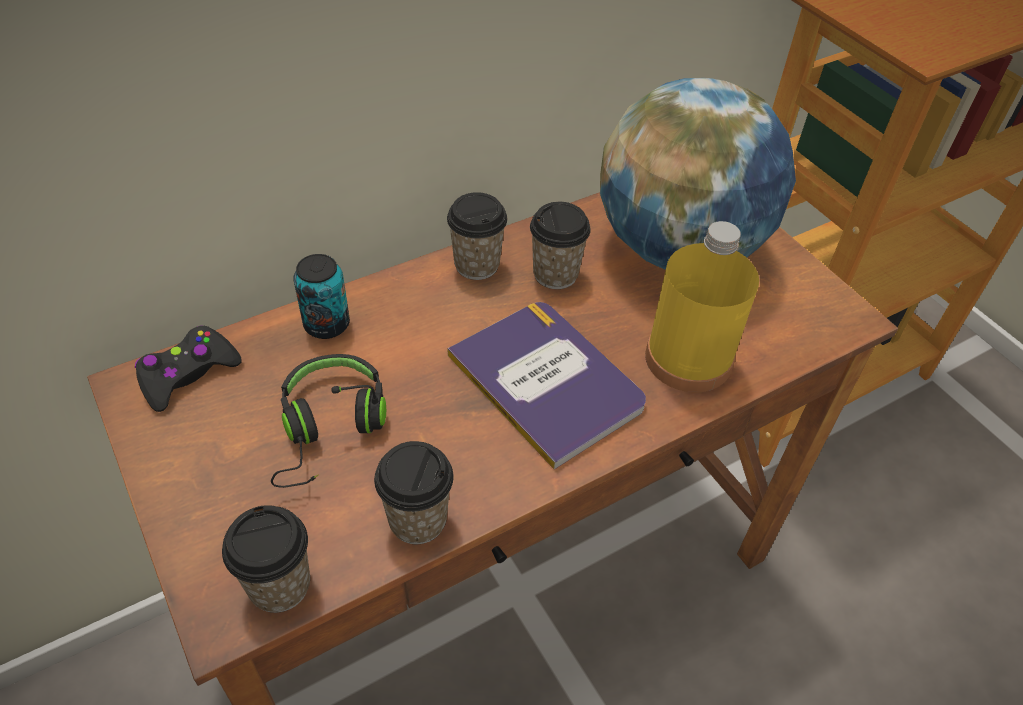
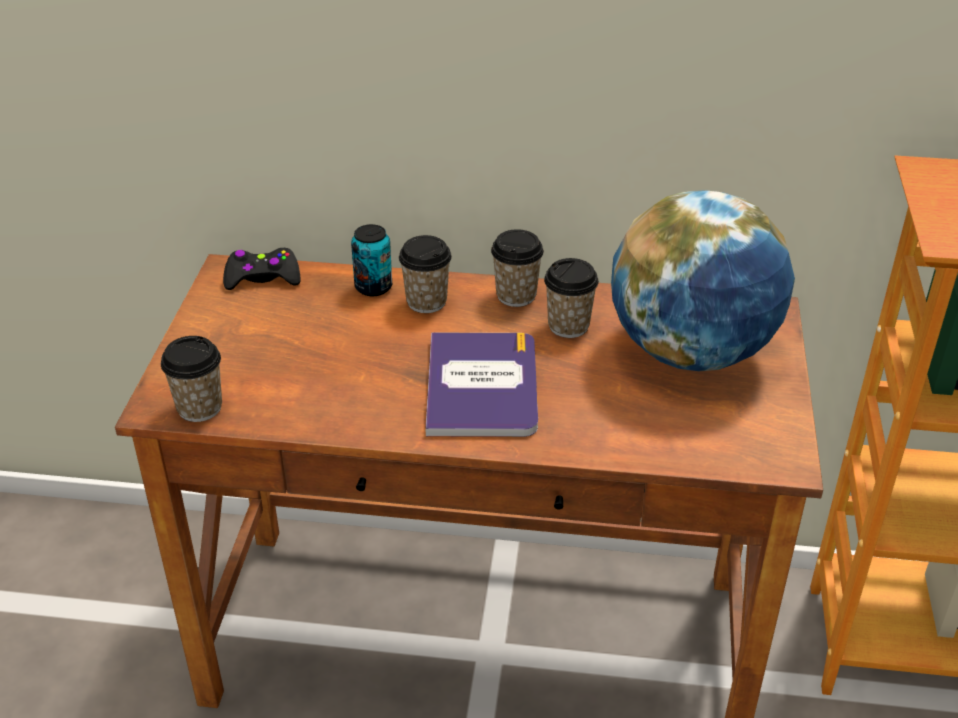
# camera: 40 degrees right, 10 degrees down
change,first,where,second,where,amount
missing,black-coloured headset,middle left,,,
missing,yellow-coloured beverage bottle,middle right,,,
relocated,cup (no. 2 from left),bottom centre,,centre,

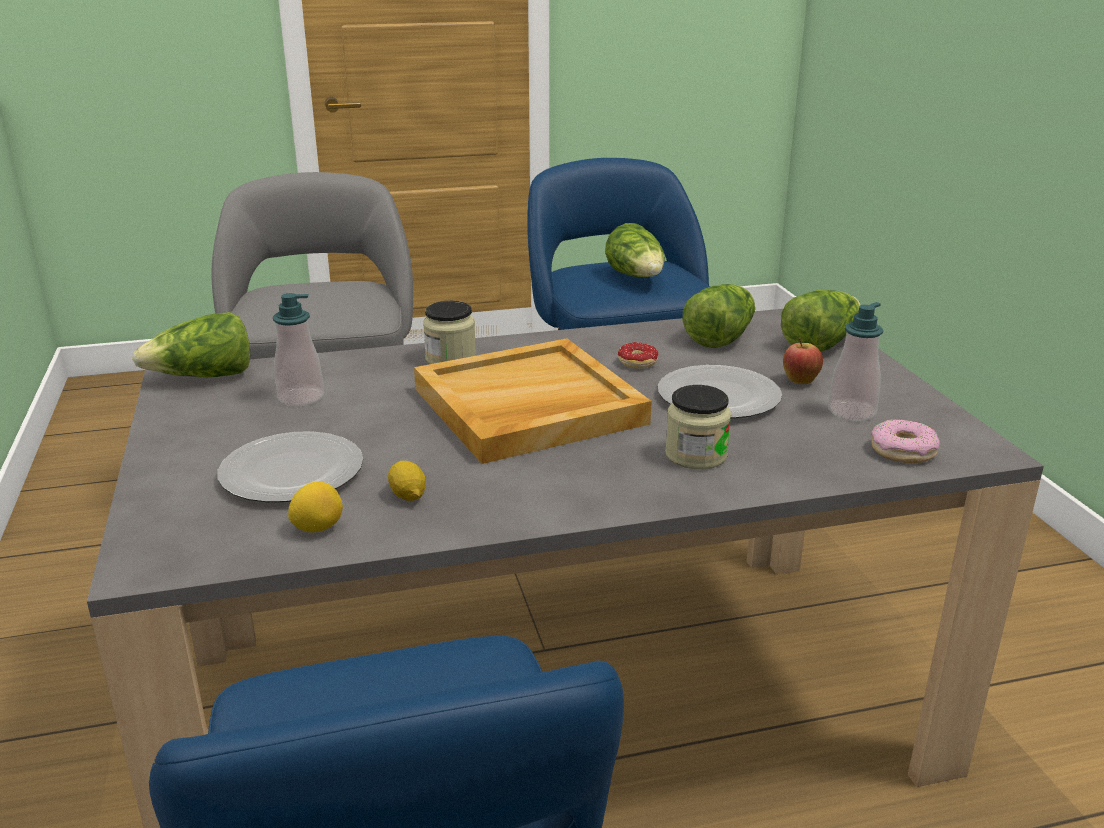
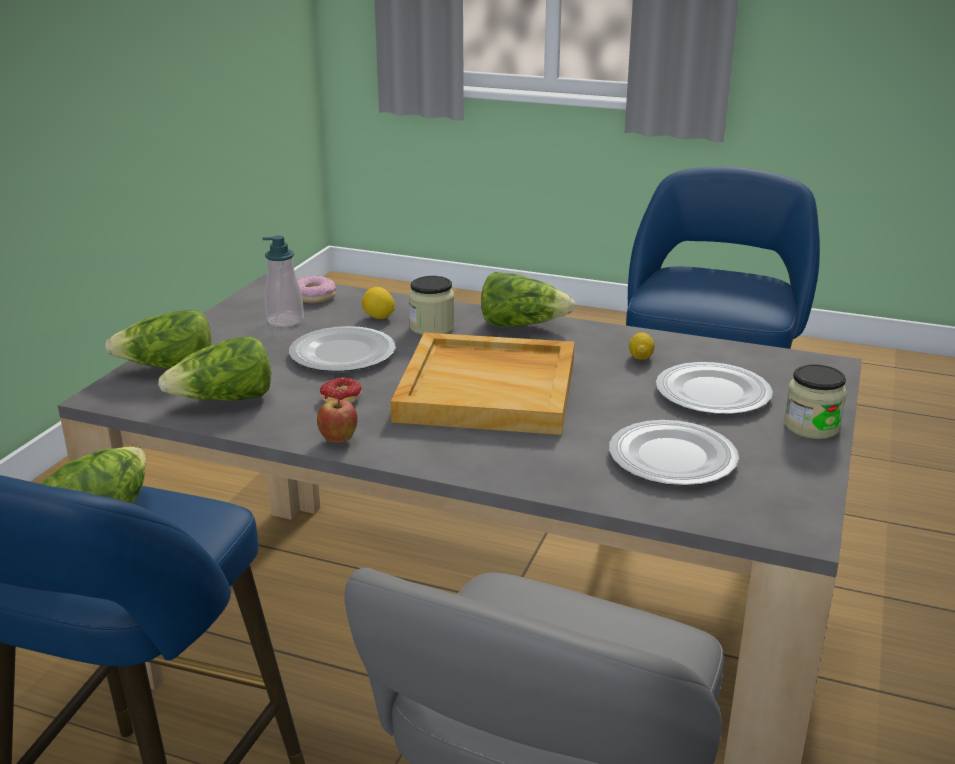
# camera: 145 degrees left, 0 degrees up
change,first,where,second,where,amount
relocated,lettuce head (no. 1 from left in the first image),middle left,lettuce head (no. 4 from left),centre,
relocated,whole lemon (no. 1 from left),middle left,,centre,
relocated,preserve jar (no. 1 from left in the first image),centre,preserve jar (no. 2 from left),middle right,
relocated,whole apple,middle right,,centre,
exchanged,liquid soap bottle (no. 1 from left),middle left,dinner plate (no. 2 from left),middle right,

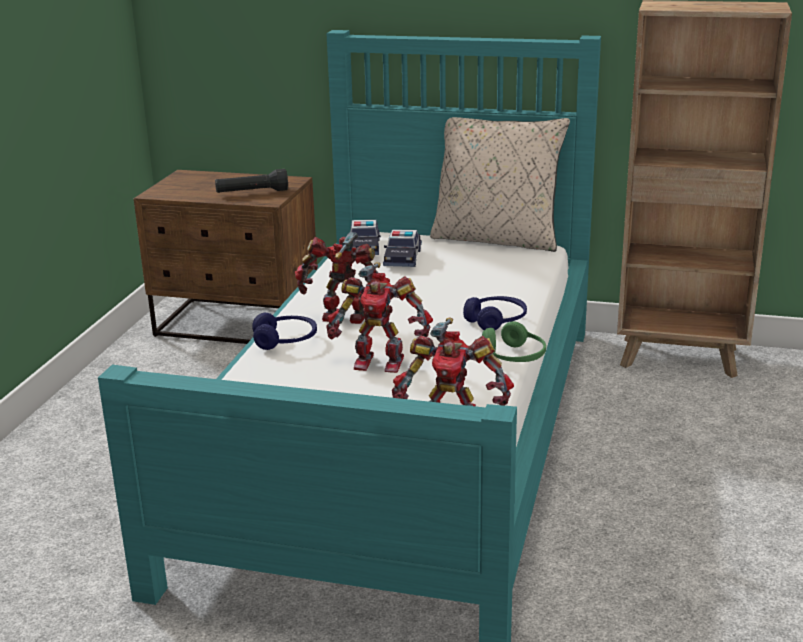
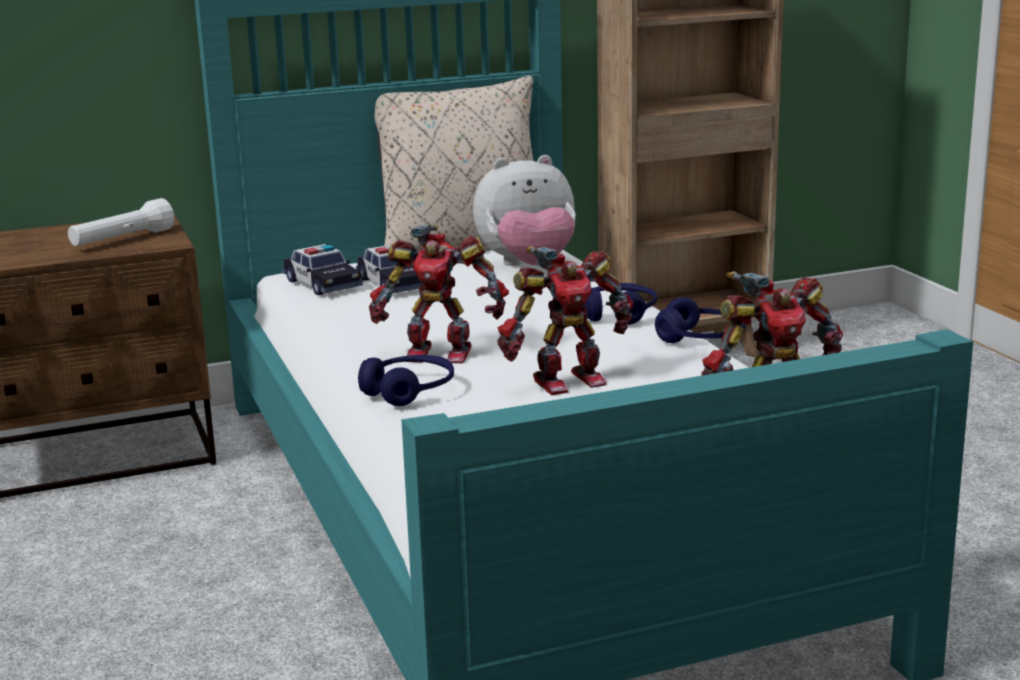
# camera: 35 degrees left, 5 degrees down
change,first,where,second,where,amount
appeared,,,plush toy,top centre,
colour,black-coloured flashlight,top left,whitish flashlight,top left,
colour,green headset,centre,bluish headset (no. 3 from left),middle right,
spun,robot figure (no. 1 from left),centre,,centre,150 degrees counterclockwise

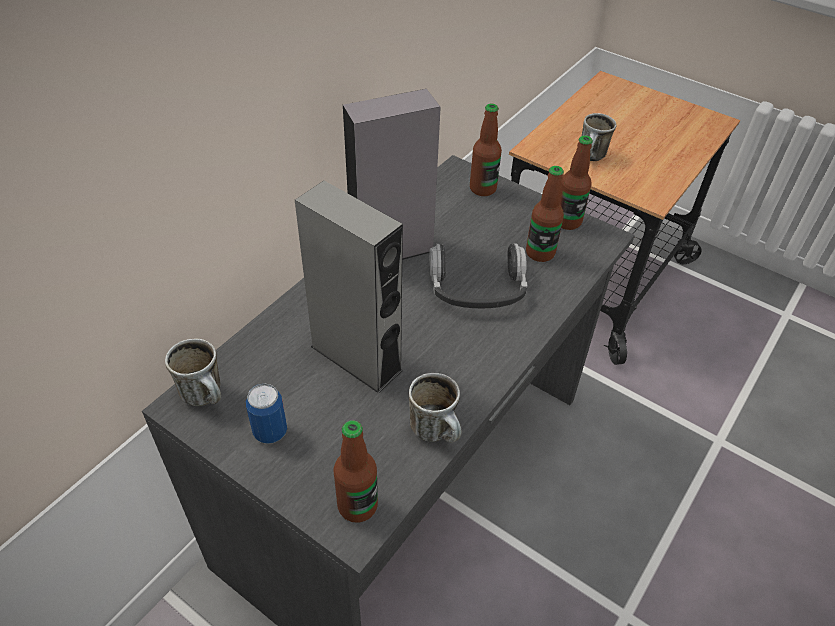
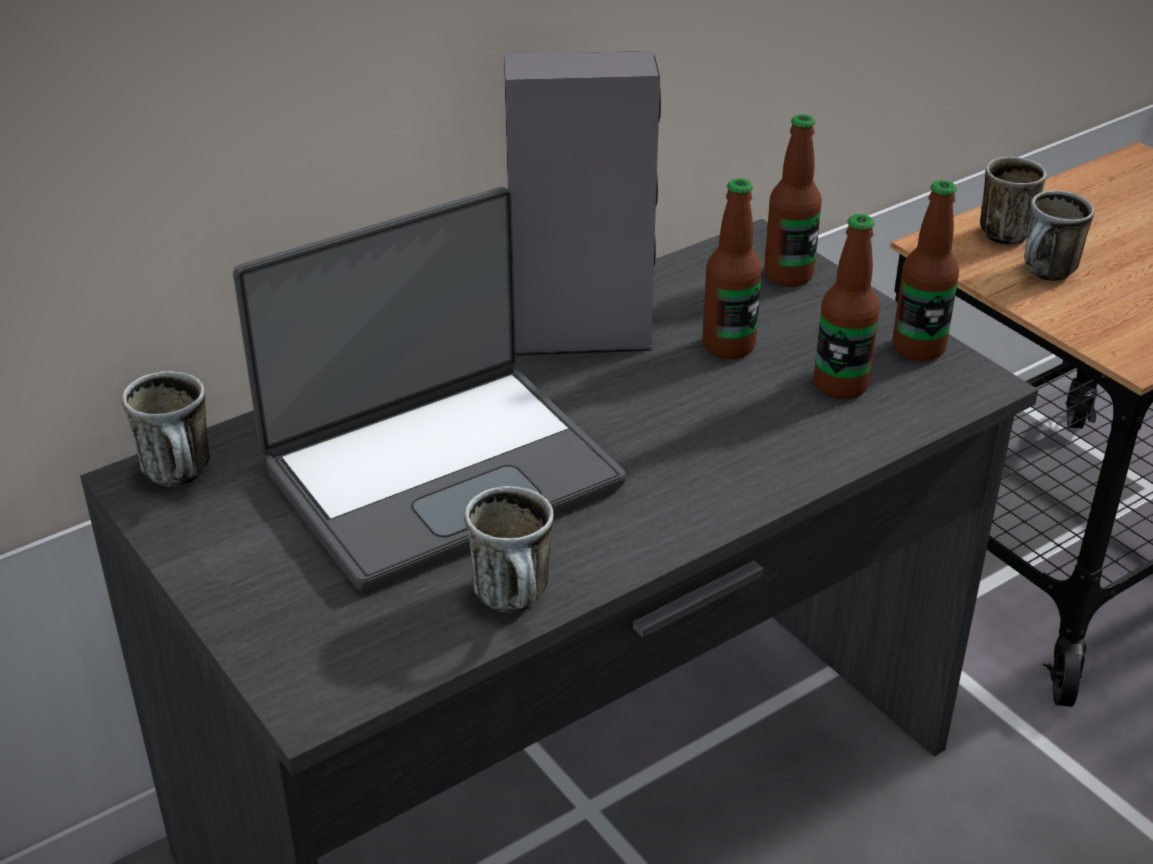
# camera: 20 degrees right, 10 degrees down
change,first,where,second,where,amount
missing,sealed can,middle left,,,
missing,headset,centre,,,
appeared,,,tea mug (no. 3 from left),top right,
relocated,beverage bottle (no. 1 from left),bottom centre,,top centre,
exchanged,gray audio speaker (no. 1 from left),centre,laptop,centre,

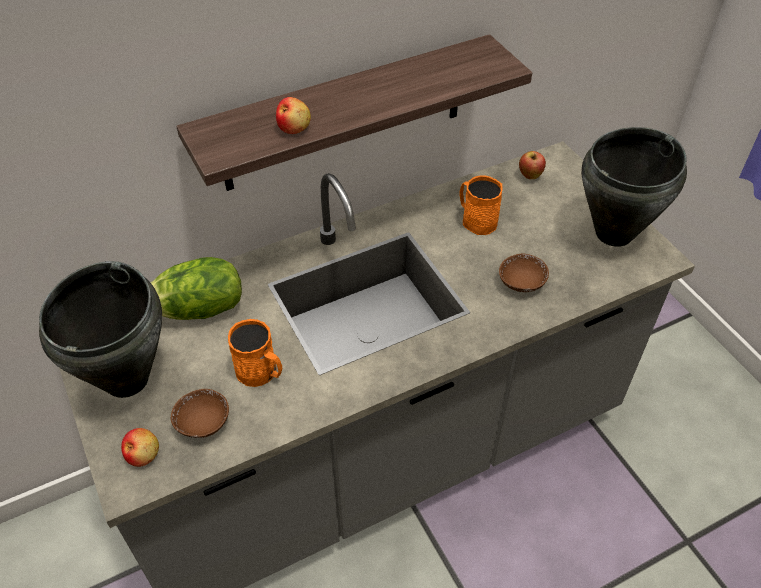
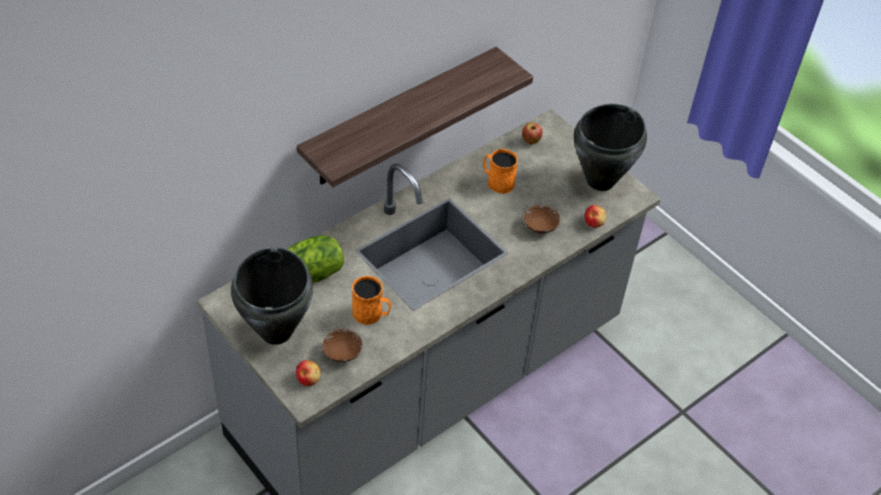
# camera: 15 degrees left, 0 degrees up
change,first,where,second,where,amount
relocated,whole apple (no. 2 from left in the first image),top centre,whole apple (no. 3 from left),middle right,

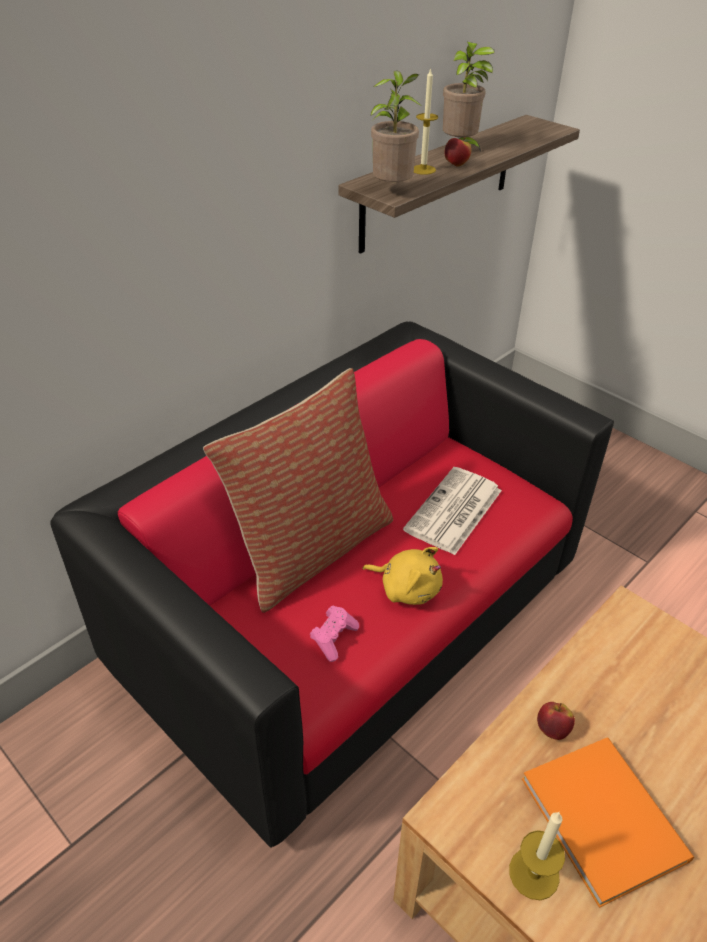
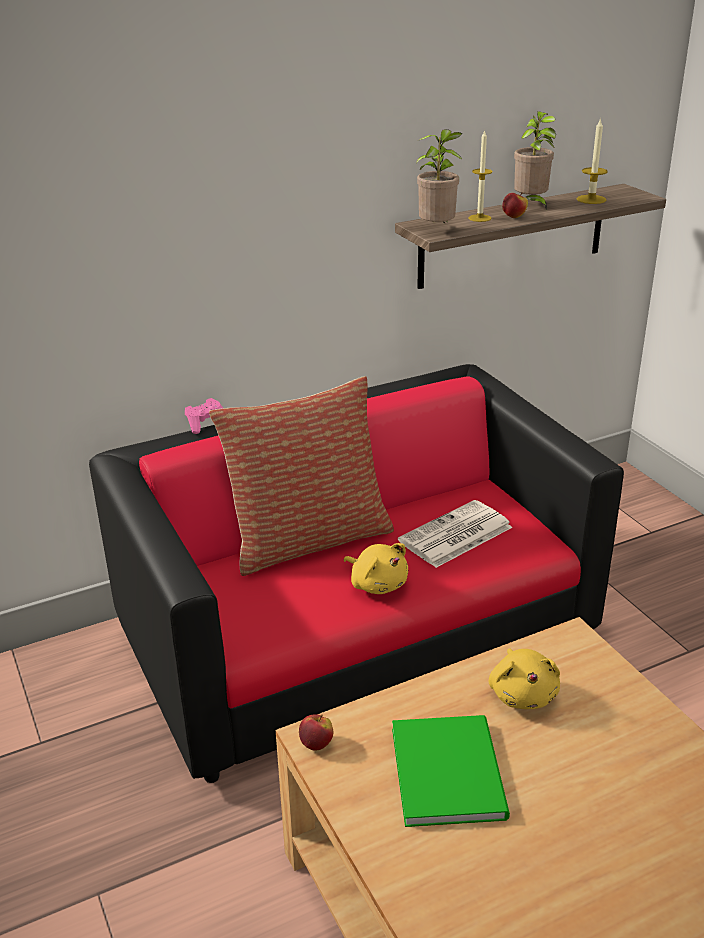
# camera: 20 degrees right, 10 degrees down
change,first,where,second,where,amount
appeared,,,yellow-coloured plush toy (no. 2 from left),bottom right,
relocated,pink joypad,bottom centre,,middle left,
relocated,wax candle (no. 2 from left),bottom right,,top right,
relocated,whole apple (no. 2 from left in the first image),bottom right,whole apple (no. 1 from left),bottom centre,
colour,orange-coloured book,bottom right,green book,bottom centre,

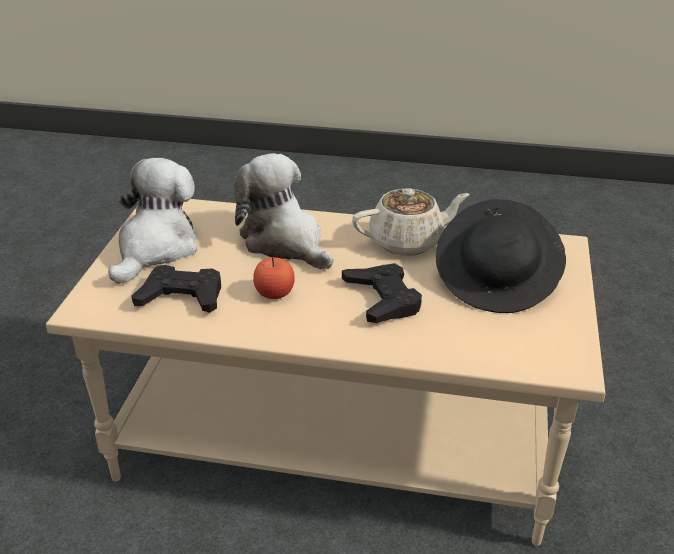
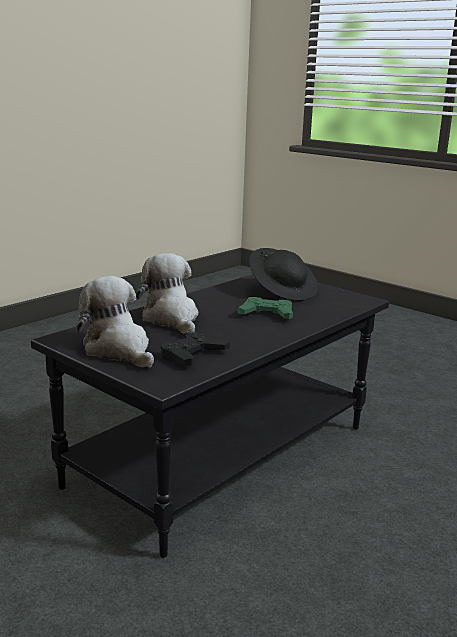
# camera: 60 degrees left, 15 degrees down
change,first,where,second,where,amount
missing,whole apple,centre,,,
missing,sand-coloured teapot,centre,,,
colour,sand-coloured coffee table,bottom centre,black-coloured coffee table,centre,
colour,black-coloured joypad (no. 2 from left),centre,green joypad,centre,
spun,plush toy (no. 2 from left),centre,,centre,75 degrees clockwise

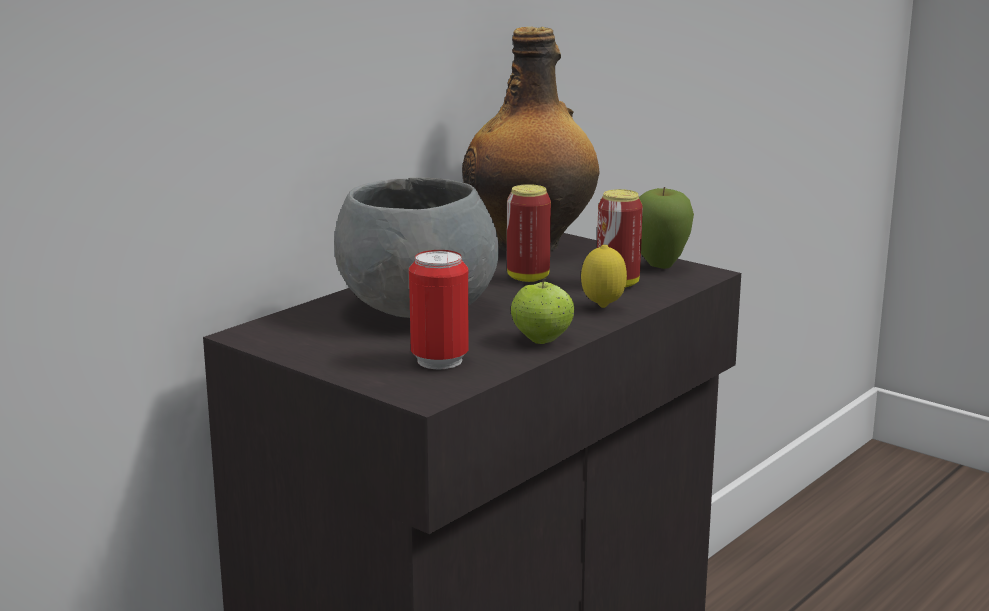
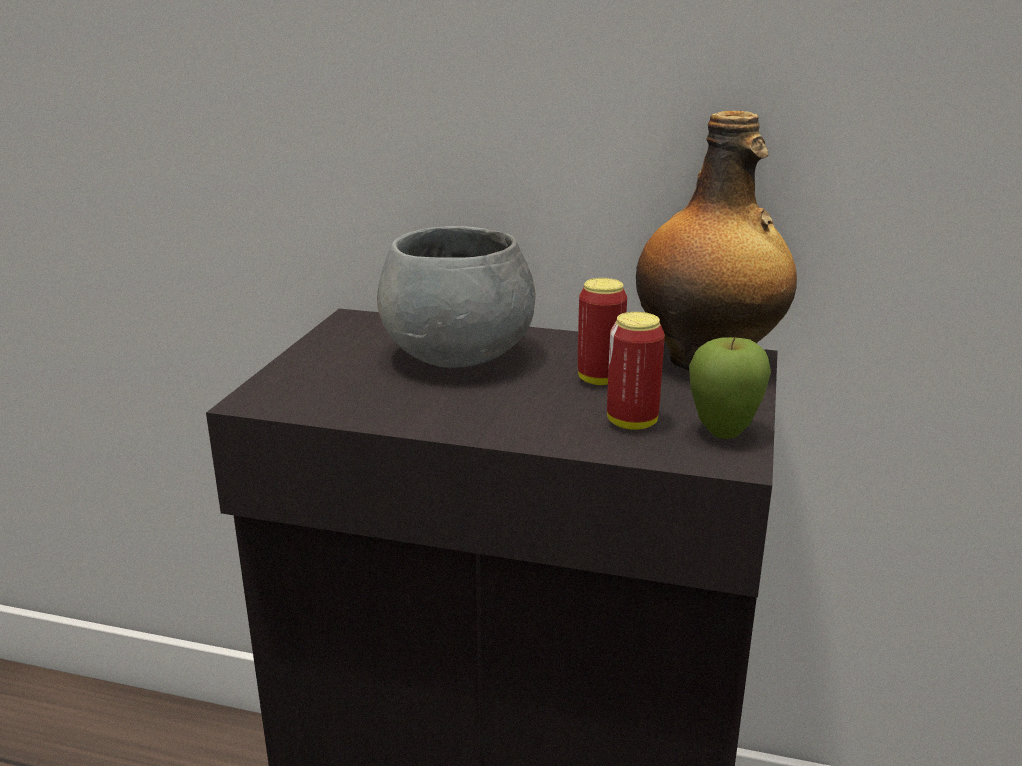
# camera: 65 degrees right, 5 degrees up
change,first,where,second,where,amount
missing,sealed can (no. 1 from left),centre,,,
missing,whole apple (no. 1 from left),centre,,,
missing,whole lemon,centre,,,

